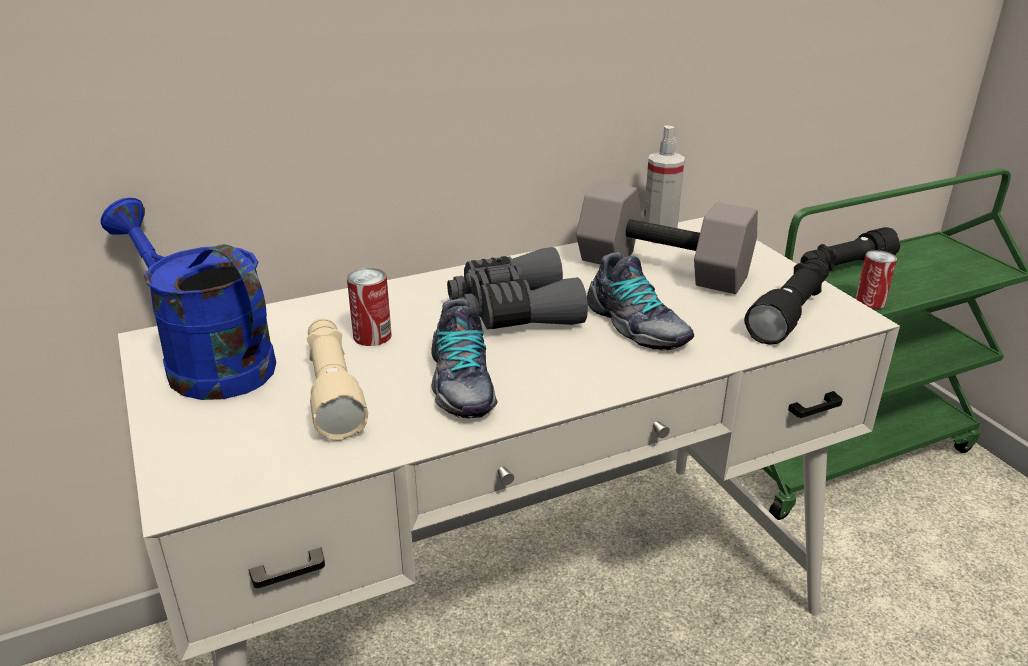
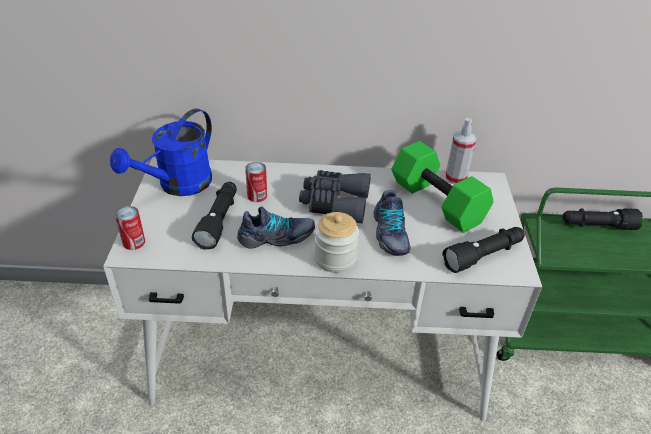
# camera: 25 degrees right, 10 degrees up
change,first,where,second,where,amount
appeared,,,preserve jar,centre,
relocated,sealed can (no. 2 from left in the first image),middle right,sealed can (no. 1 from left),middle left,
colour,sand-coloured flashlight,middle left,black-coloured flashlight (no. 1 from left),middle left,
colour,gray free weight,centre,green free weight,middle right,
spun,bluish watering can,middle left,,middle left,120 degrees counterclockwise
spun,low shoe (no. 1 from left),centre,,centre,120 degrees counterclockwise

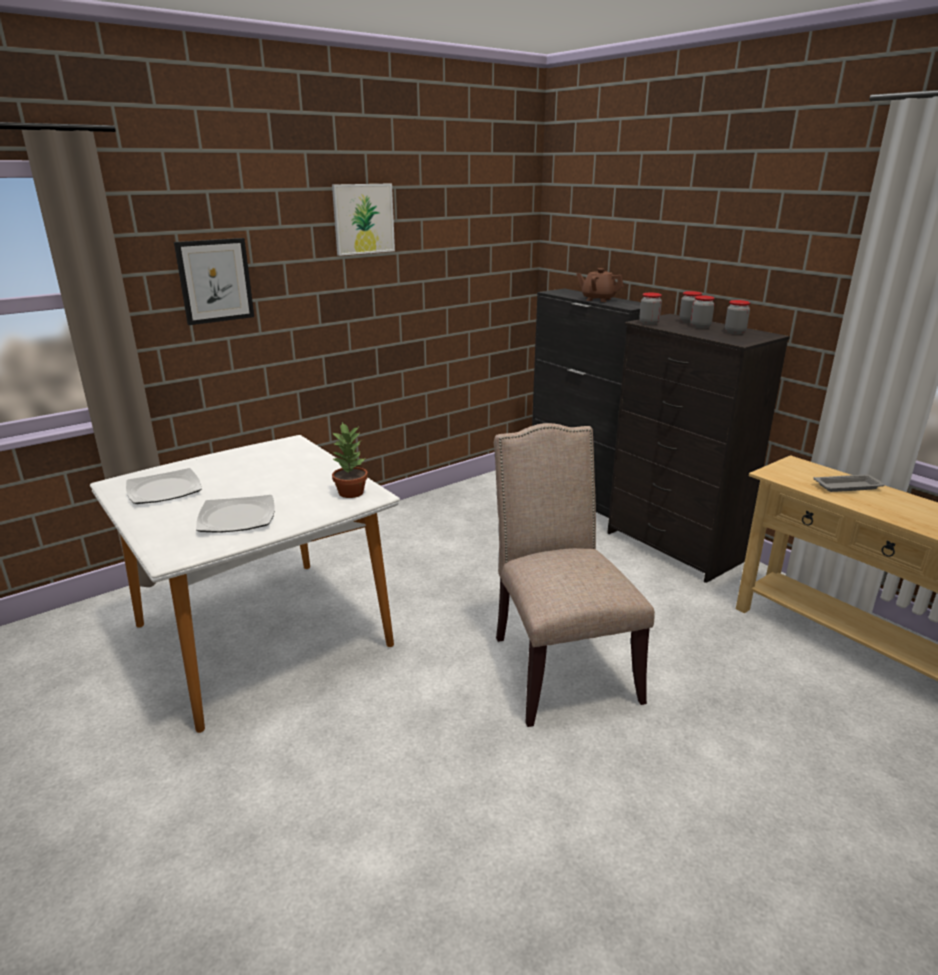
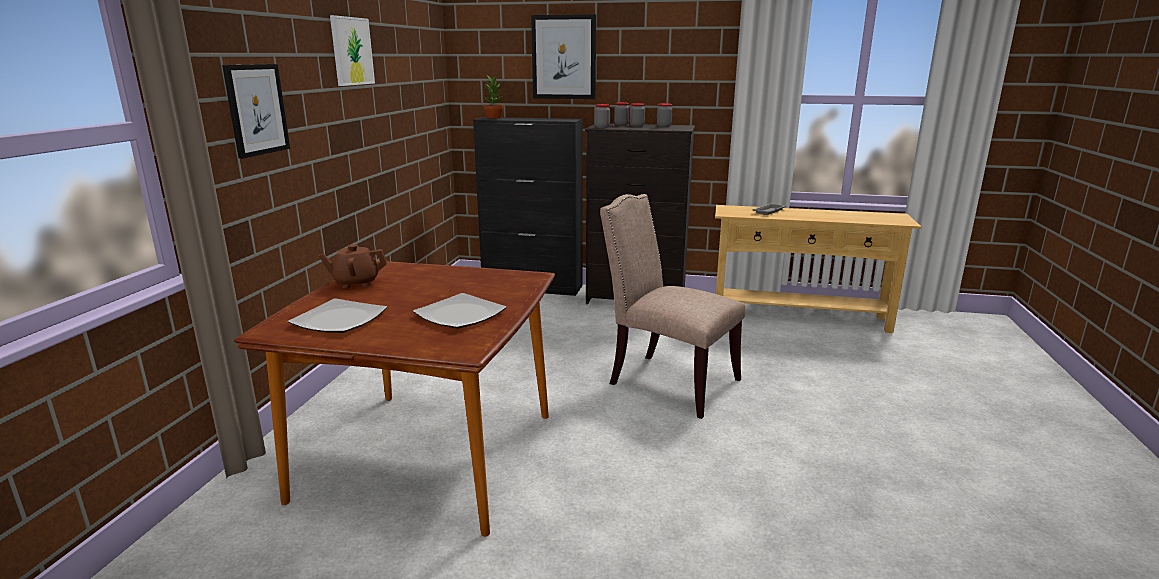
# camera: 40 degrees left, 5 degrees down
change,first,where,second,where,amount
appeared,,,picture (no. 3 from left),top centre,
relocated,potted plant,centre,,top centre,
relocated,brownish teapot,top centre,,middle left,
colour,whitish dinner table,middle left,brownish dinner table,bottom centre,

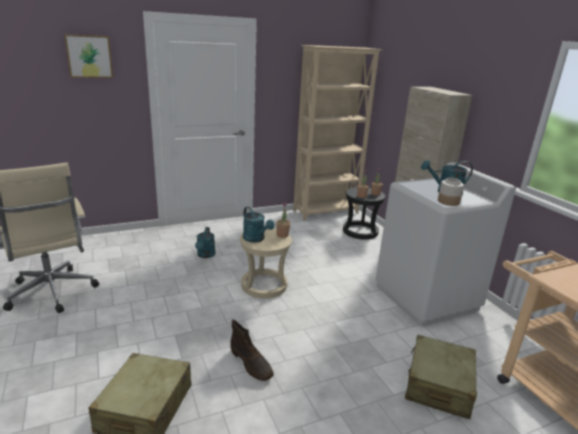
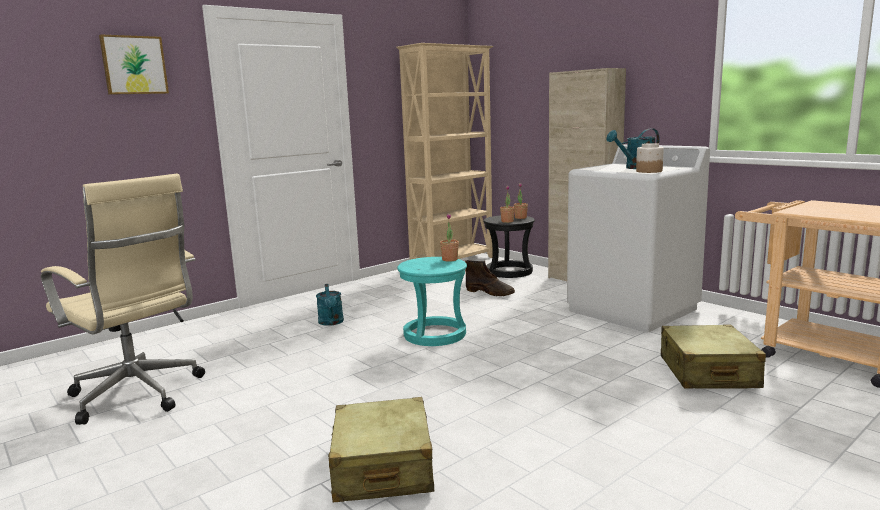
# camera: 15 degrees left, 10 degrees down
change,first,where,second,where,amount
missing,turquoise-coloured watering can (no. 2 from left),centre,,,
relocated,brownish tall boot,bottom centre,,centre,
colour,sand-coloured sitting stool,centre,turquoise-coloured sitting stool,centre,

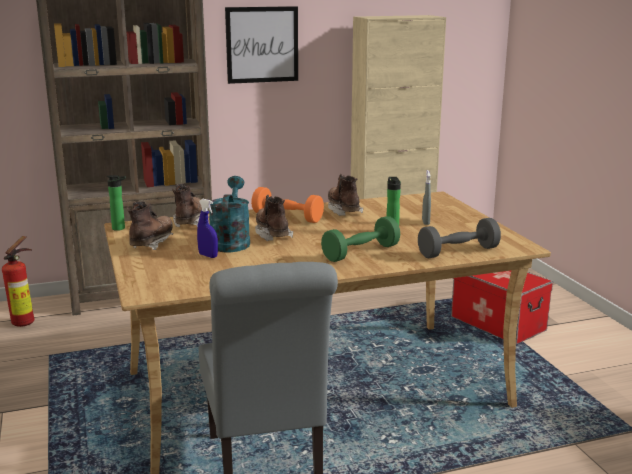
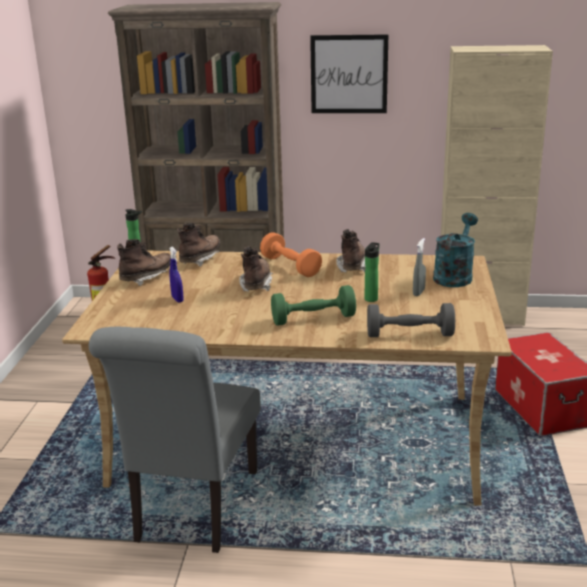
# camera: 25 degrees right, 5 degrees up
change,first,where,second,where,amount
relocated,turquoise-coloured watering can,centre,,middle right,

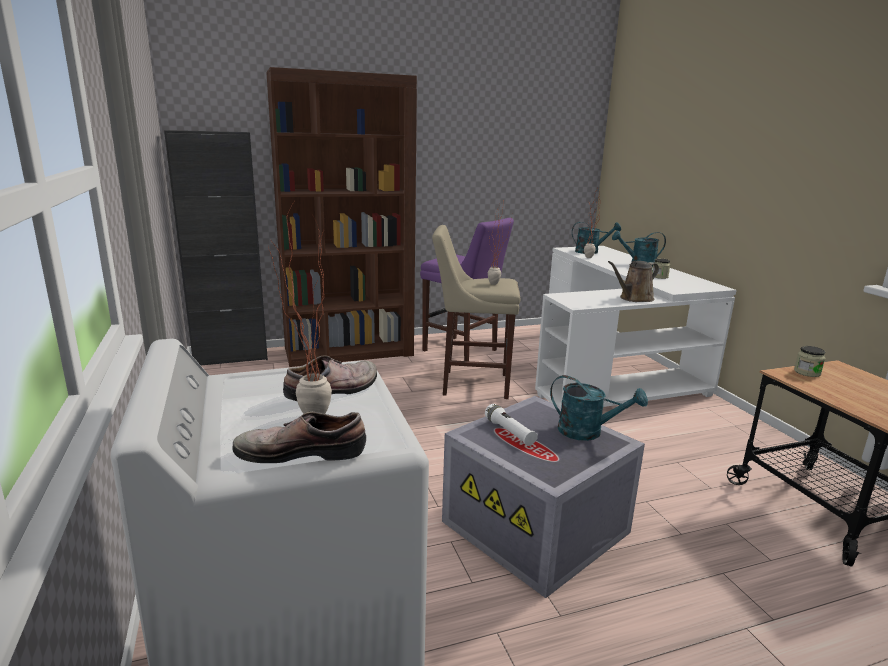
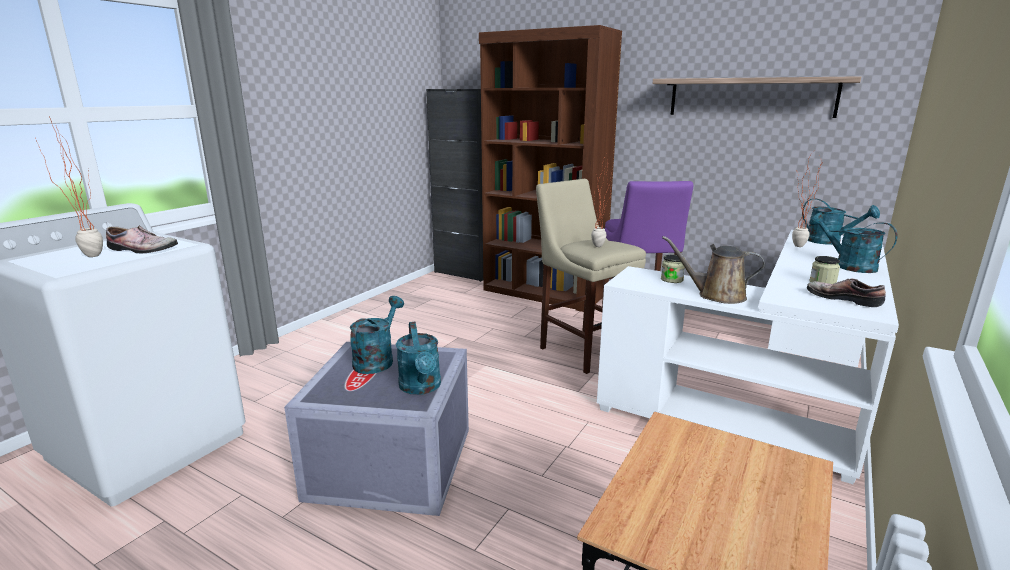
# camera: 50 degrees right, 0 degrees up
change,first,where,second,where,amount
appeared,,,bracket shelf,top right,
relocated,low shoe (no. 1 from left in the first image),centre,low shoe (no. 2 from left),middle right,
relocated,preserve jar (no. 2 from left in the first image),middle right,preserve jar (no. 1 from left),centre,
exchanged,whitish flashlight,centre,turquoise-coloured watering can (no. 1 from left),centre,

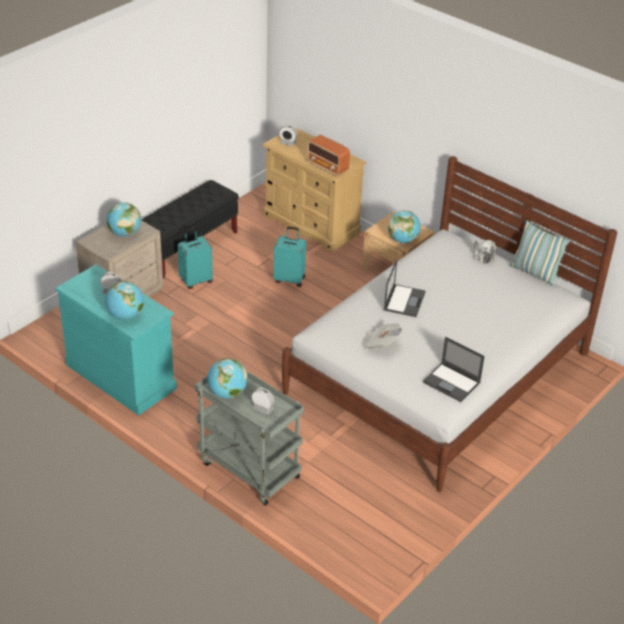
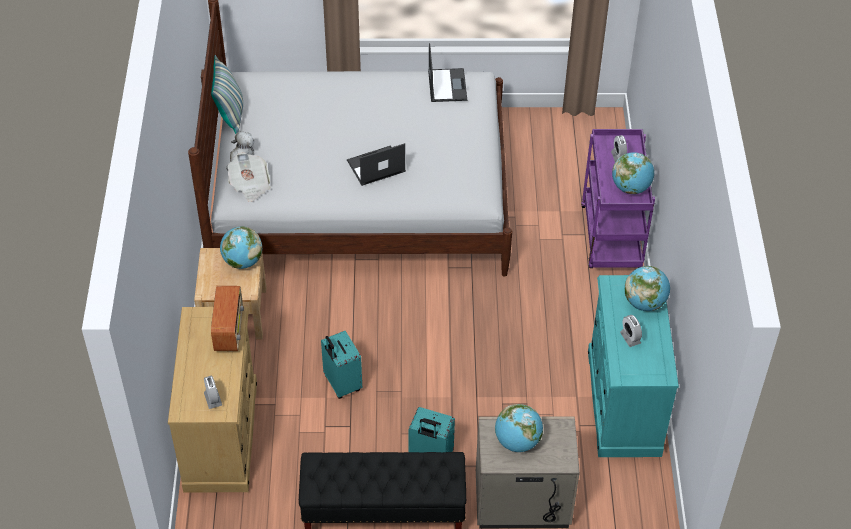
# camera: 130 degrees left, 10 degrees up
change,first,where,second,where,amount
relocated,newspaper,centre,,middle left,
colour,gray trolley,bottom centre,purple-coloured trolley,middle right,

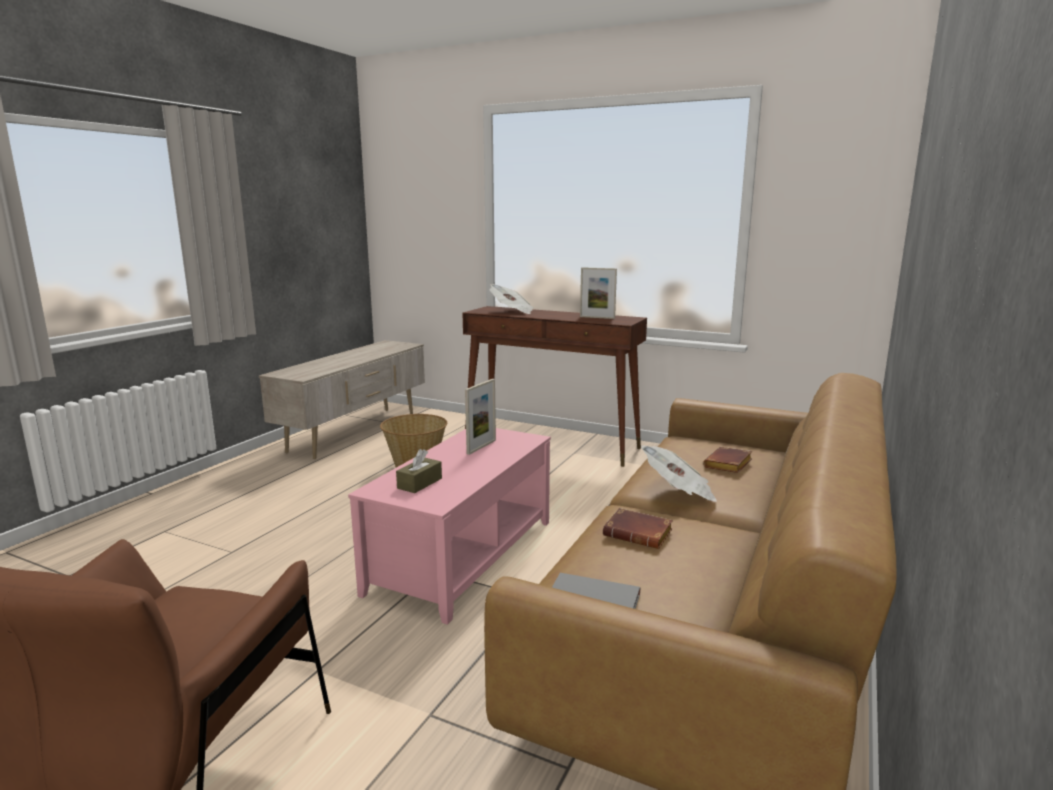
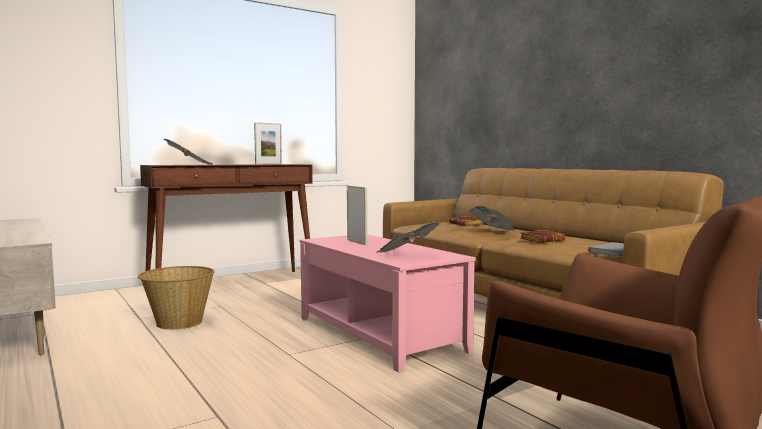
# camera: 60 degrees left, 10 degrees down
change,first,where,second,where,amount
exchanged,brownish tissue box,centre,newspaper (no. 2 from left),centre,

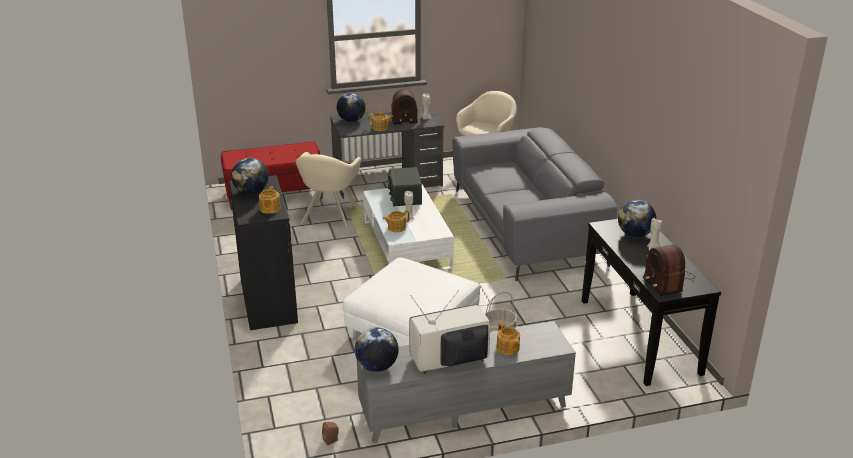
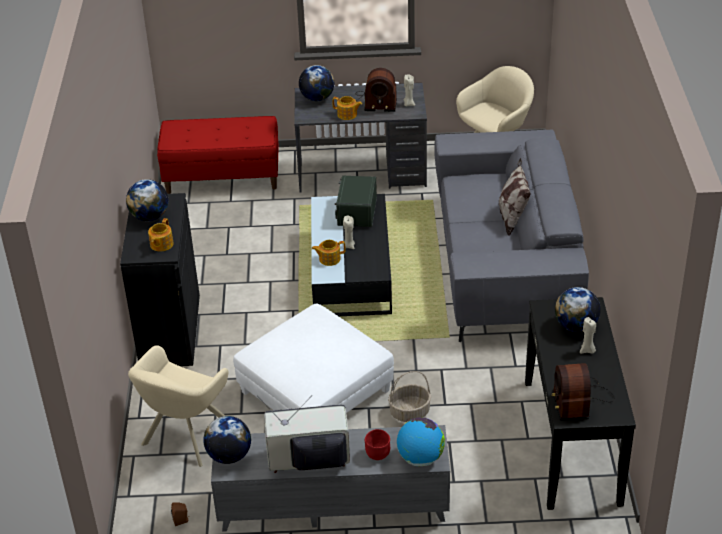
# camera: 15 degrees right, 10 degrees up
change,first,where,second,where,amount
appeared,,,globe (no. 4 from left),bottom centre,
appeared,,,cushion,middle right,
relocated,sand-coloured lounge chair (no. 1 from left),centre,,bottom left,
exchanged,teapot (no. 4 from left),bottom centre,red serving bowl,bottom centre,
colour,whitish coffee table,centre,black-coloured coffee table,centre,

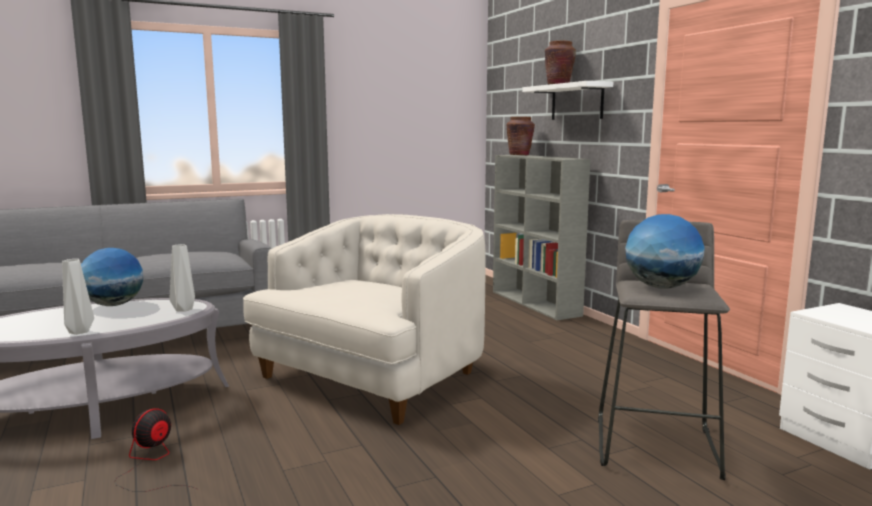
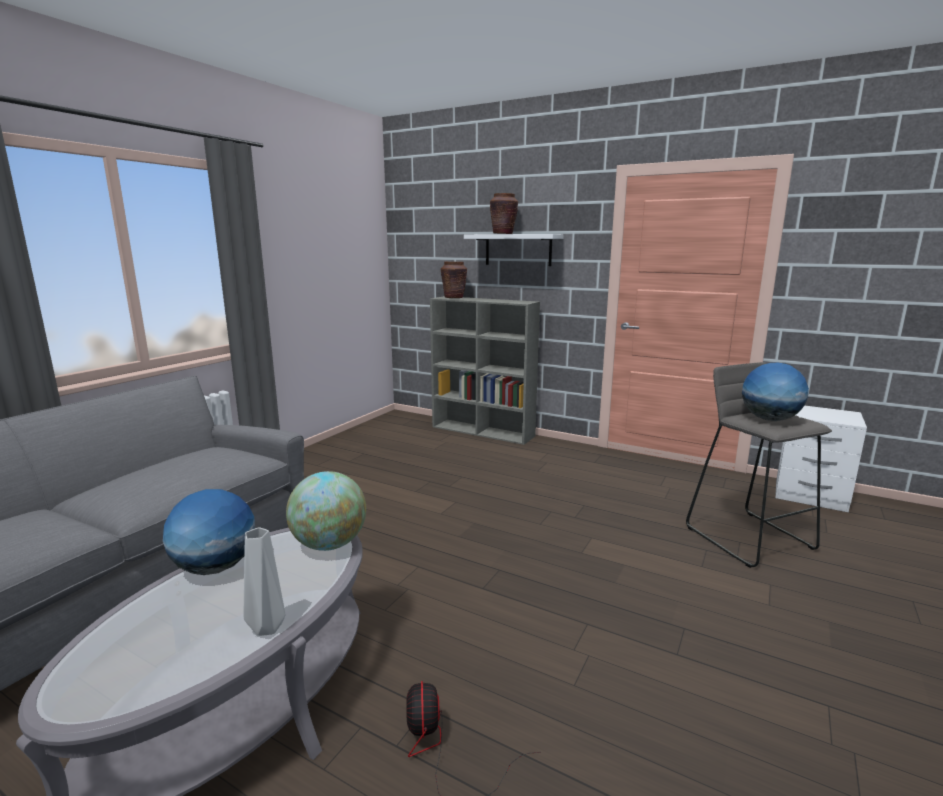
# camera: 35 degrees left, 5 degrees up
change,first,where,second,where,amount
missing,whitish lounge chair,centre,,,
exchanged,gray decorative vase (no. 2 from left),middle left,globe (no. 2 from left),centre,

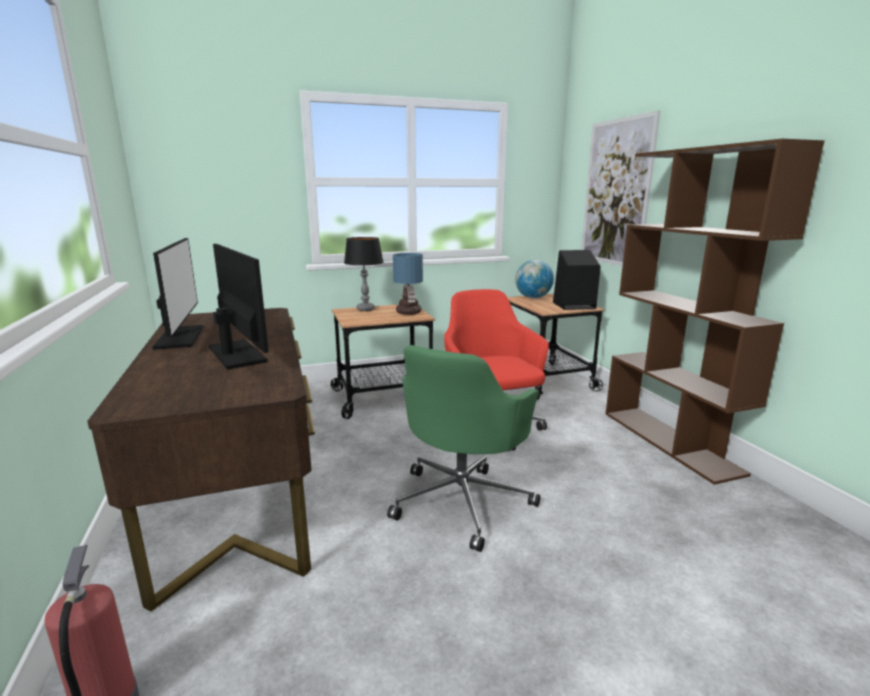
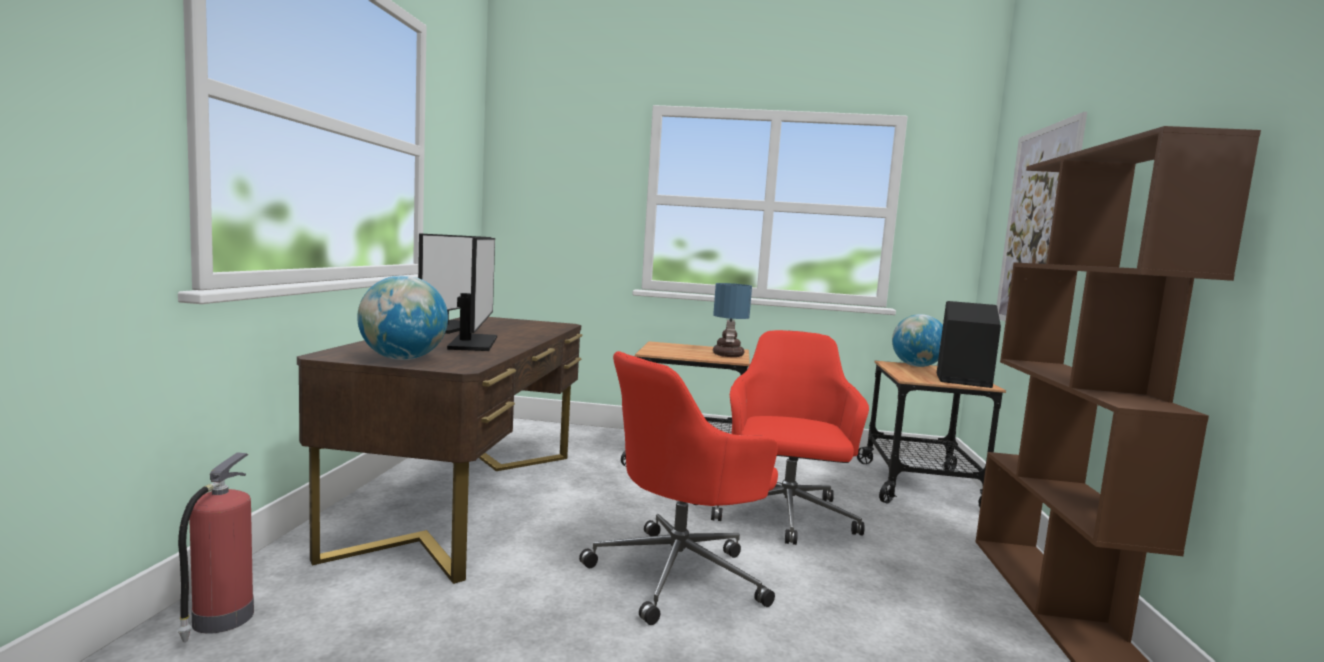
# camera: 25 degrees right, 10 degrees down
change,first,where,second,where,amount
missing,table lamp (no. 1 from left),centre,,,
appeared,,,globe (no. 1 from left),middle left,
colour,green office chair,centre,red office chair (no. 1 from left),bottom centre,

